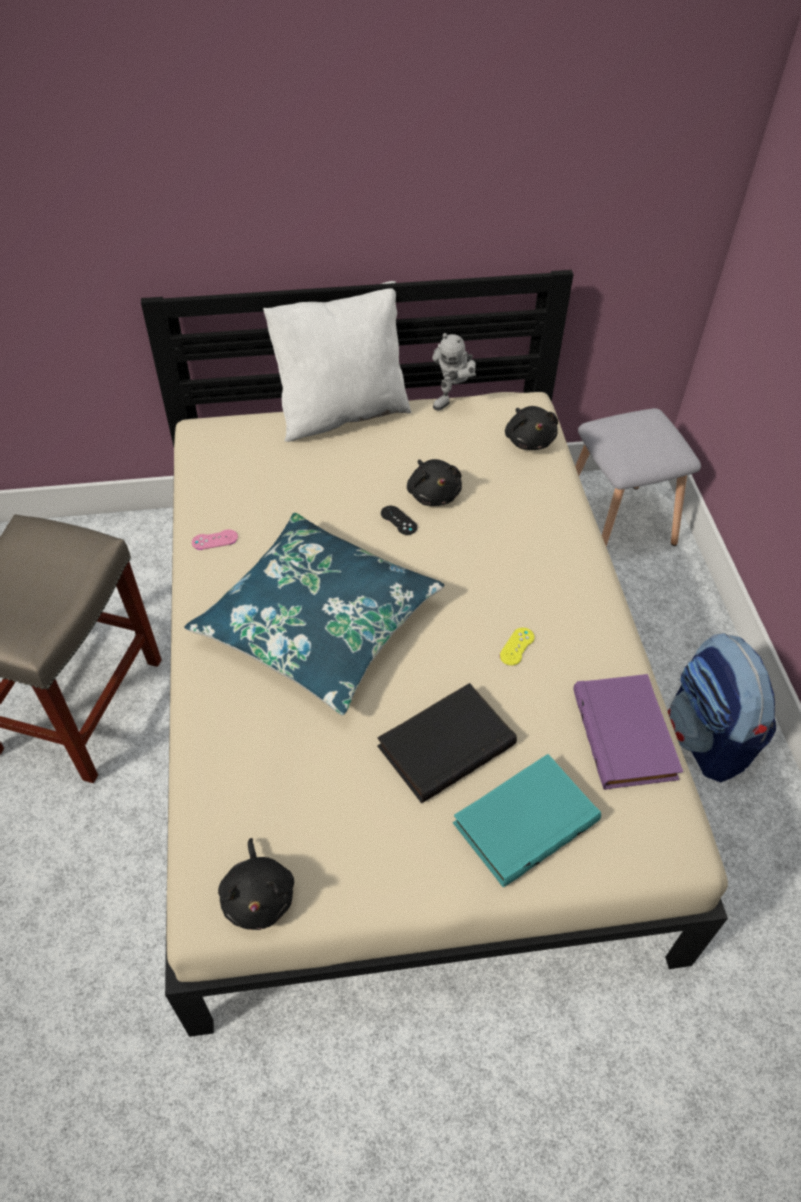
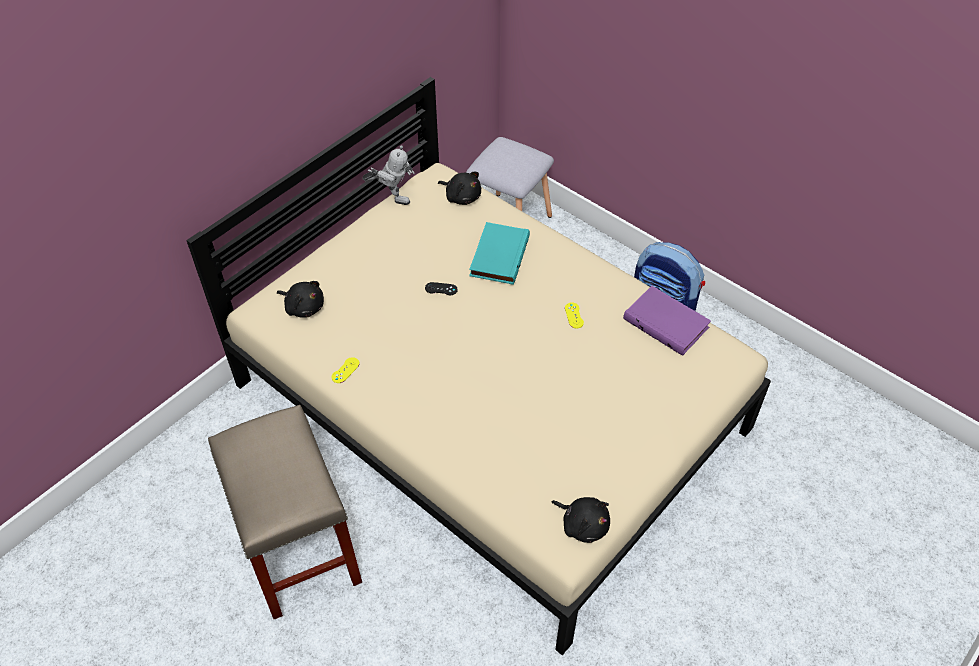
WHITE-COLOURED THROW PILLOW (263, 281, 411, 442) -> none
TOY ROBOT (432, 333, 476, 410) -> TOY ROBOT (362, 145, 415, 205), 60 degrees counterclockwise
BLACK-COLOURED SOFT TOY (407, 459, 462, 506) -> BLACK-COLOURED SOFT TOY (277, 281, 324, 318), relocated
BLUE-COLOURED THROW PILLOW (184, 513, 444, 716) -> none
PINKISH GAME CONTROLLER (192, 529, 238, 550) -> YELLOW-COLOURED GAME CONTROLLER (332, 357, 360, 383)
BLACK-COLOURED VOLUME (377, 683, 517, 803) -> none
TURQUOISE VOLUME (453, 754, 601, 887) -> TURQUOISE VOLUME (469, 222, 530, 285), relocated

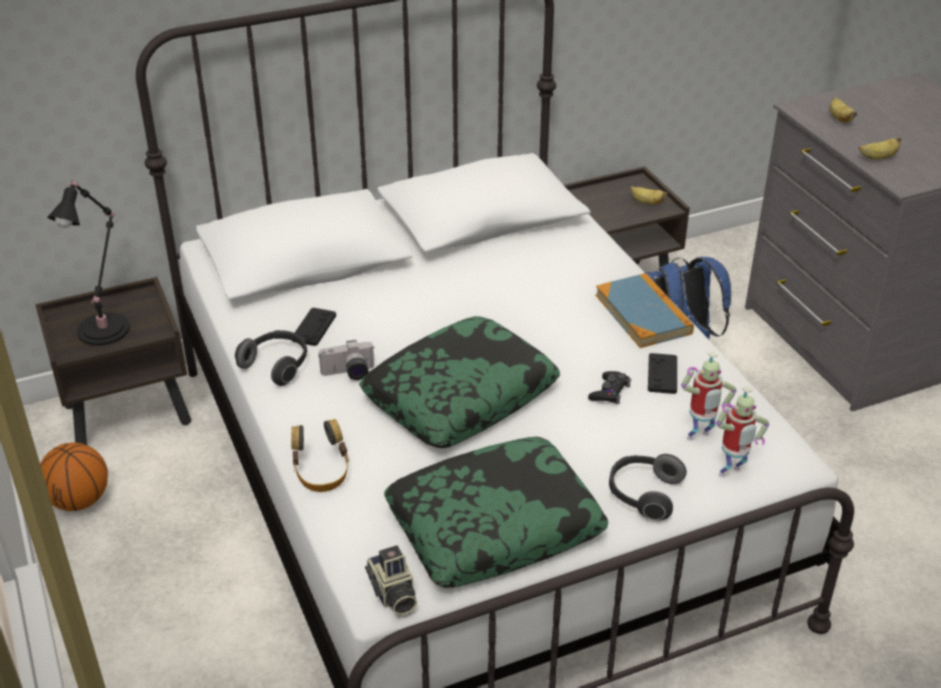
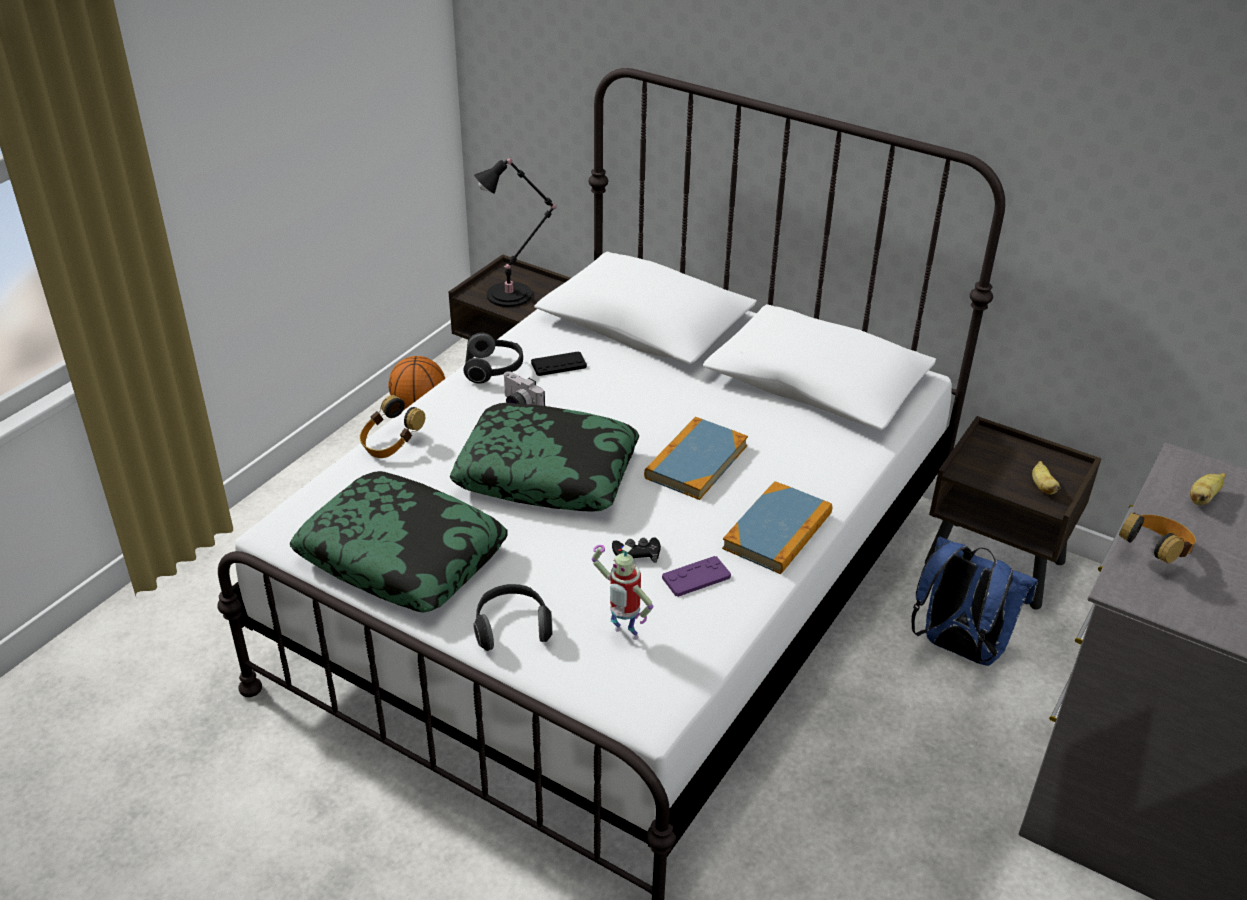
WHOLE BANANA (858, 137, 901, 160) -> HEADSET (1119, 512, 1196, 563)
BLACK-COLOURED GAME CONTROLLER (648, 353, 677, 394) -> PURPLE GAME CONTROLLER (662, 556, 731, 597)
TOY ROBOT (716, 386, 769, 477) -> none
PHOTO CAMERA (365, 545, 417, 615) -> none
none -> VOLUME (644, 417, 748, 500)

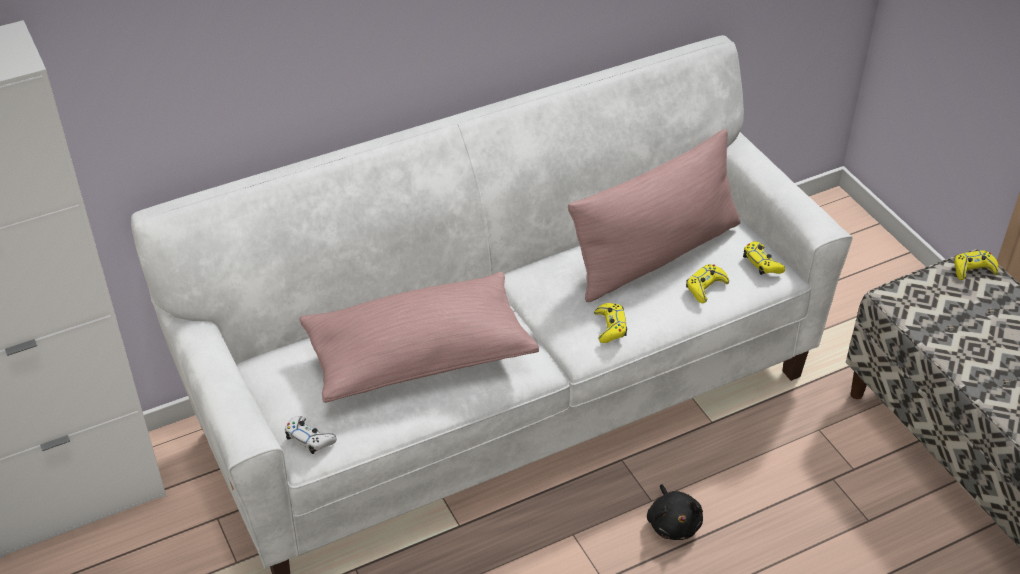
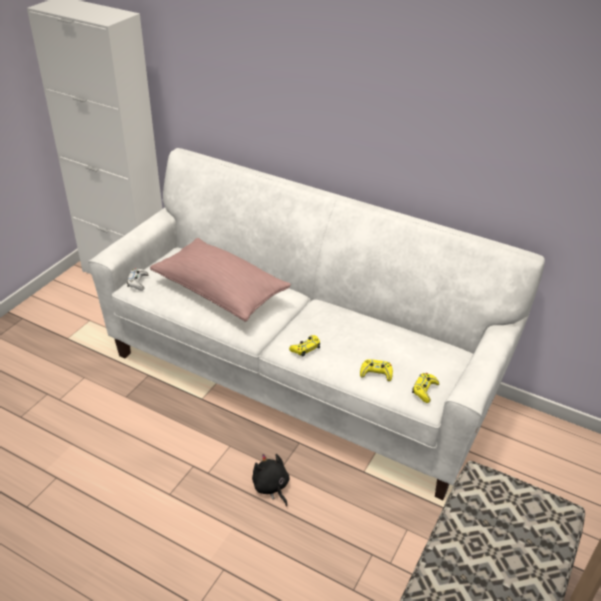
PINKISH THROW PILLOW (568, 129, 741, 302) -> none
YELLOW-COLOURED GAME CONTROLLER (954, 250, 999, 280) -> none
BLACK-COLOURED SOFT TOY (647, 484, 703, 540) -> BLACK-COLOURED SOFT TOY (252, 454, 289, 507), 105 degrees clockwise

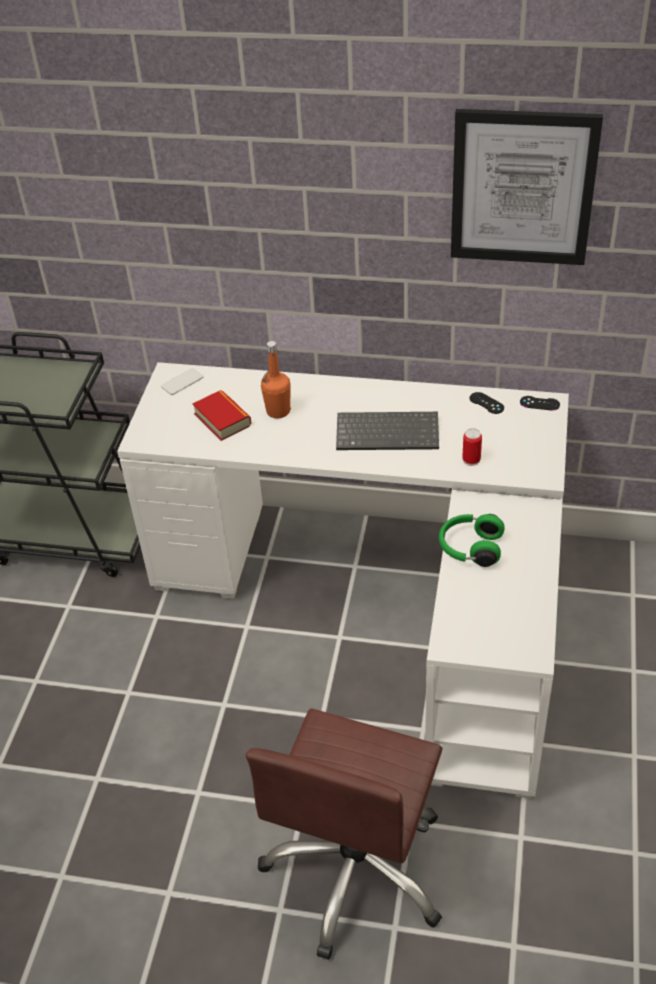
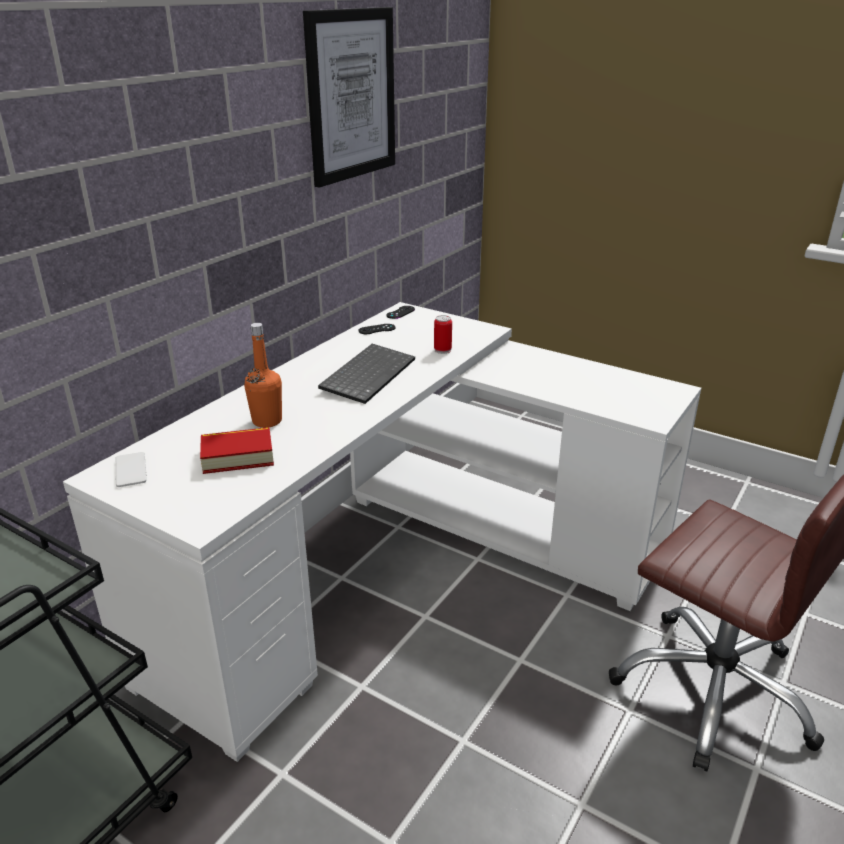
GREEN-COLOURED HEADSET (439, 514, 505, 567) -> none

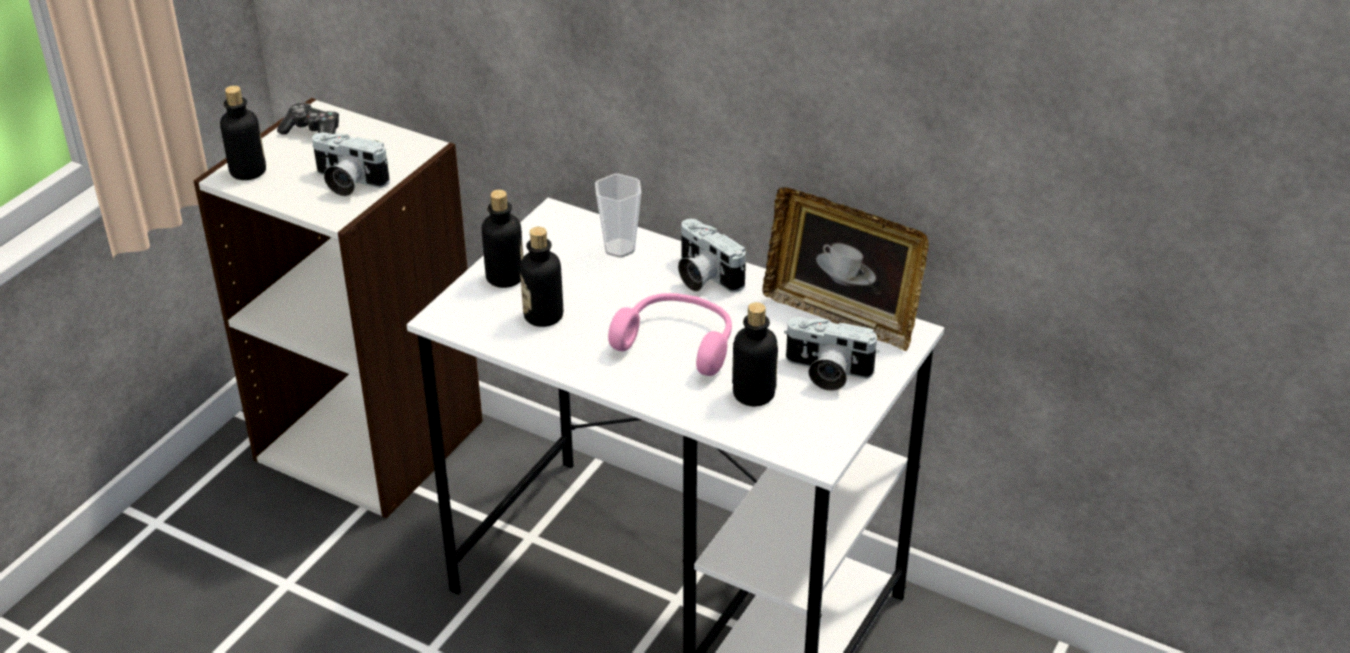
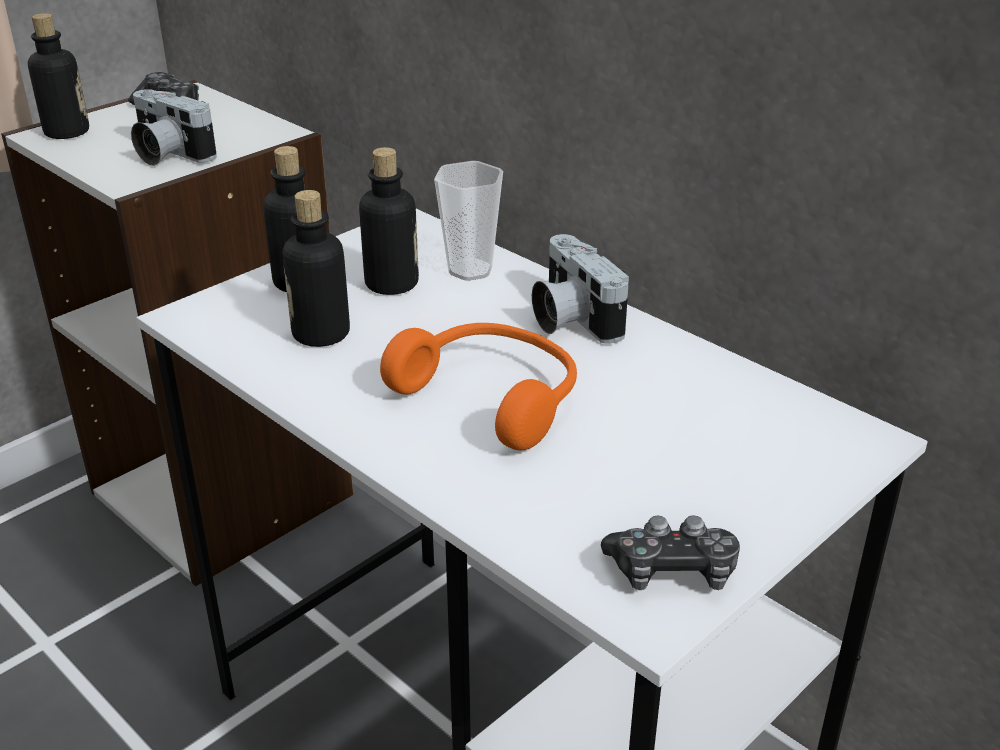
PHOTO FRAME (763, 187, 929, 351) -> none
PINKISH HEADSET (608, 293, 732, 376) -> ORANGE HEADSET (380, 323, 577, 450)
DRINK BOTTLE (732, 302, 778, 407) -> DRINK BOTTLE (359, 147, 419, 295), relocated
PHOTO CAMERA (784, 317, 879, 391) -> none
none -> GAME CONTROLLER (601, 515, 740, 590)

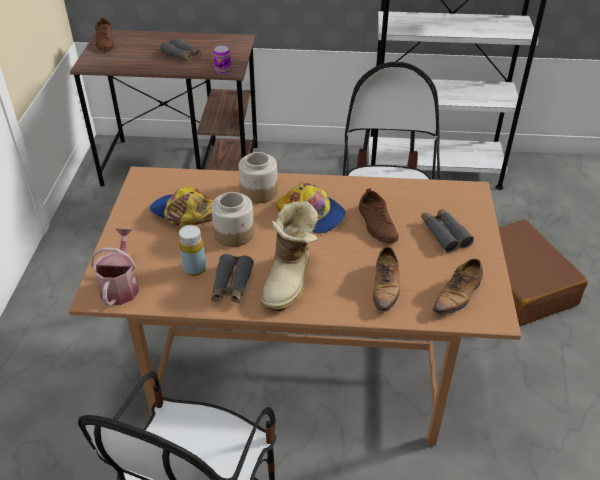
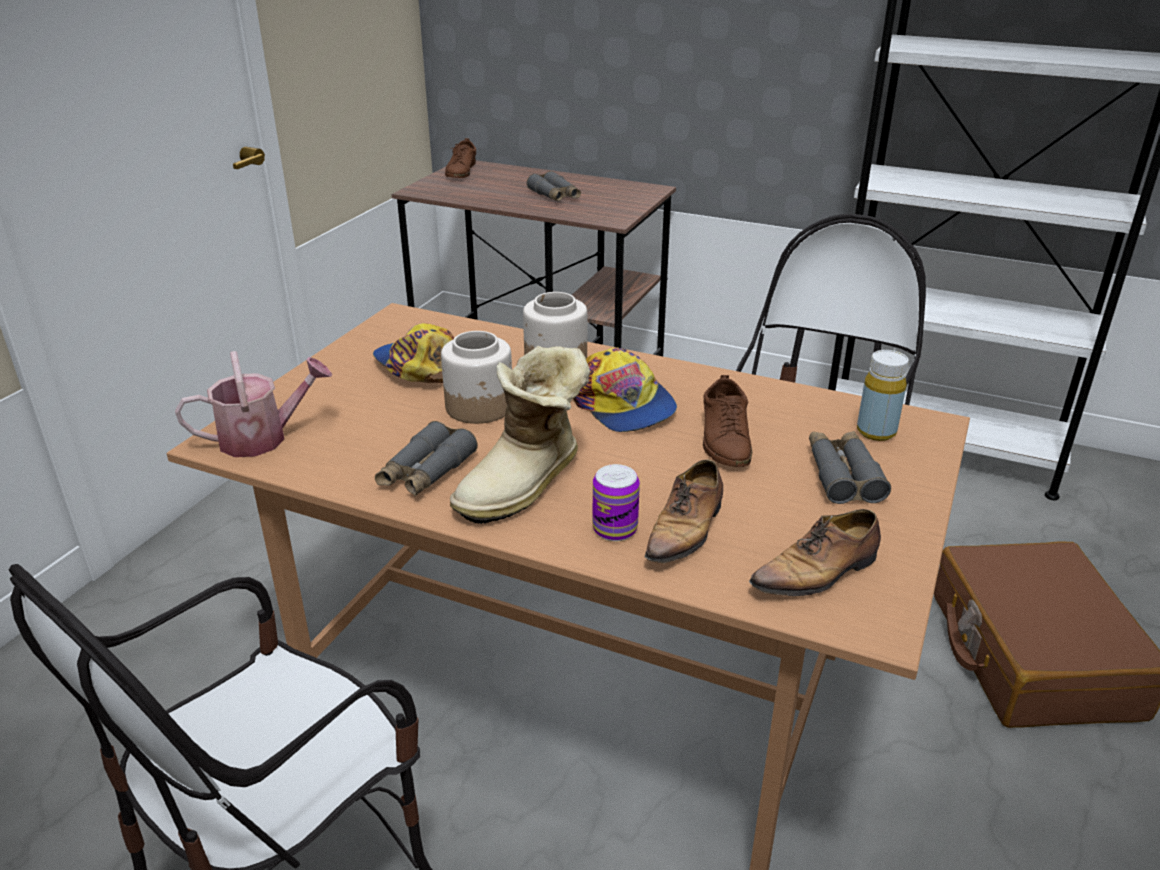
METAL CAN (213, 46, 231, 74) -> METAL CAN (592, 464, 640, 541), relocated
YELLOW-COLOURED DRINK BOTTLE (179, 225, 206, 276) -> YELLOW-COLOURED DRINK BOTTLE (857, 350, 909, 441), relocated
WATERING POT (91, 228, 139, 306) -> WATERING POT (175, 351, 332, 457), 45 degrees clockwise

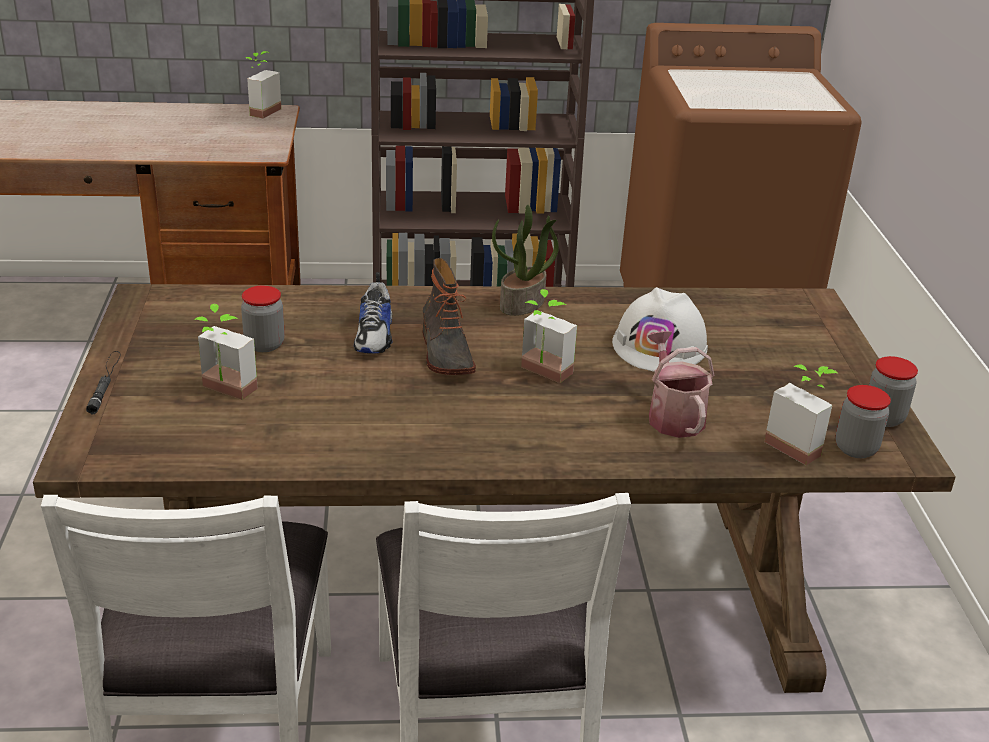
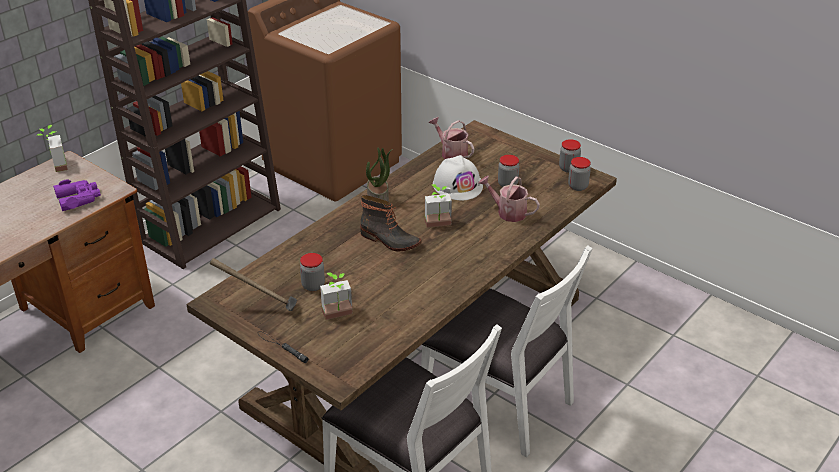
ITEM OF FOOTWEAR (354, 272, 392, 354) -> none
HOUSEPLANT (764, 364, 839, 465) -> none
none -> WATERING POT (429, 117, 474, 159)
none -> STORAGE JAR (498, 155, 519, 187)
none -> PURPLE BINOCULARS (53, 179, 101, 211)
none -> TOOL HAMMER (210, 258, 297, 311)

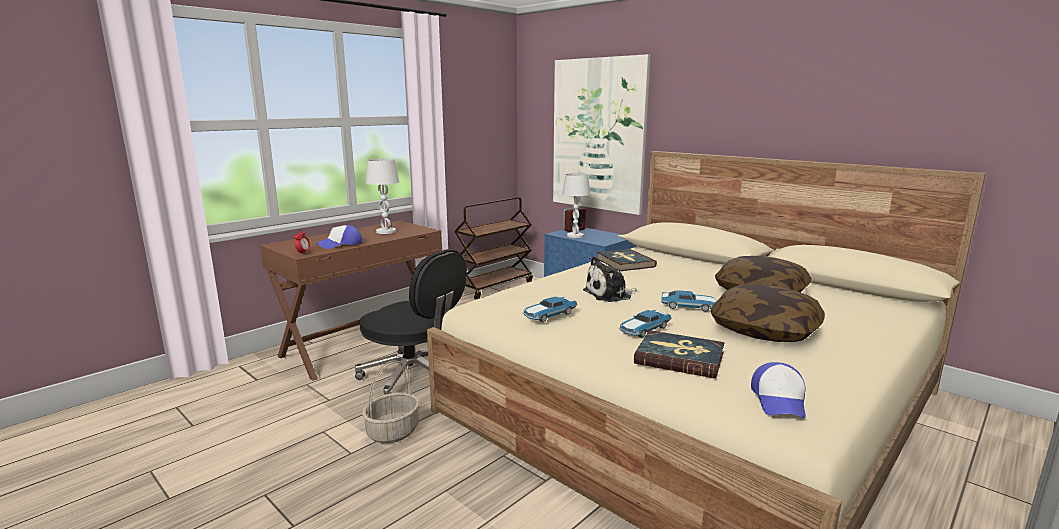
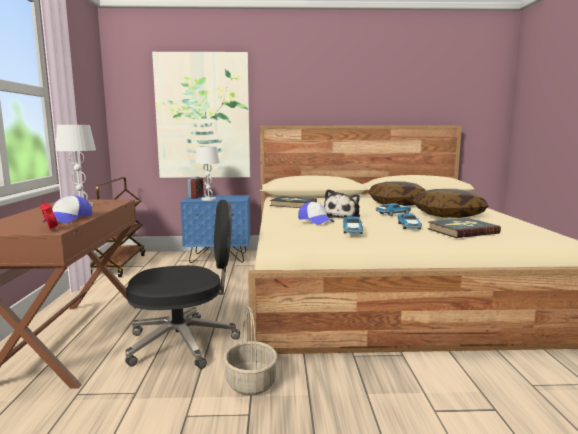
CAP (751, 362, 806, 419) -> CAP (298, 202, 334, 224), relocated

